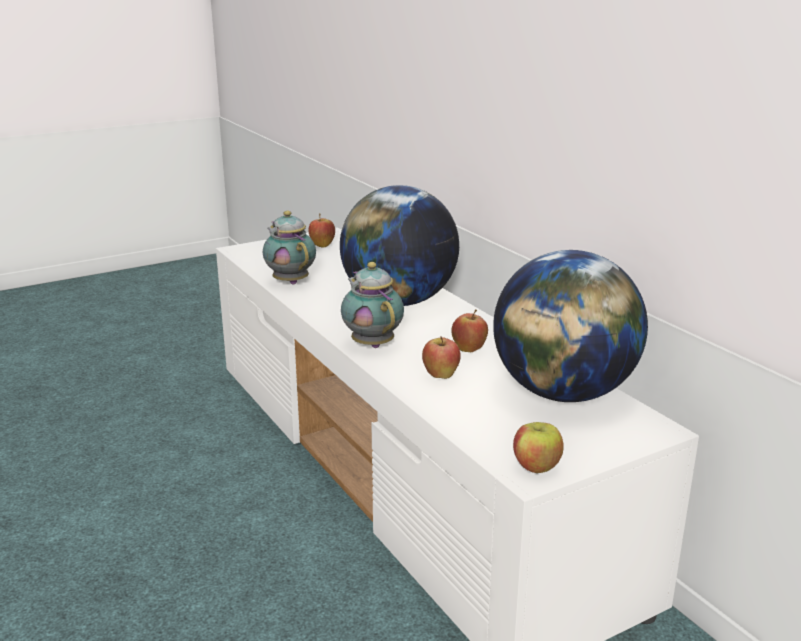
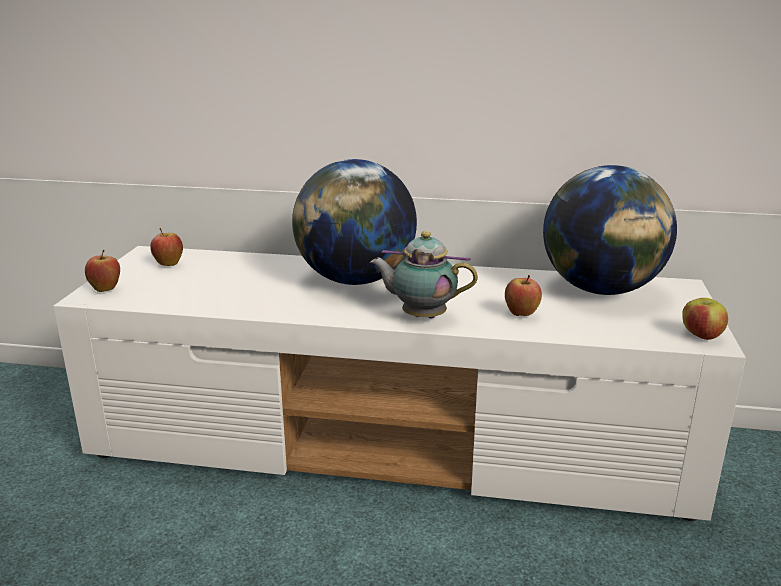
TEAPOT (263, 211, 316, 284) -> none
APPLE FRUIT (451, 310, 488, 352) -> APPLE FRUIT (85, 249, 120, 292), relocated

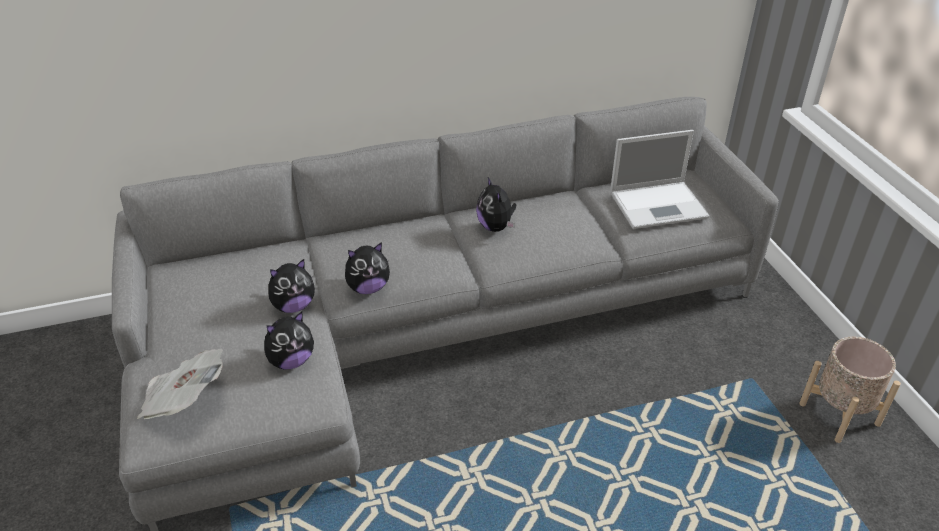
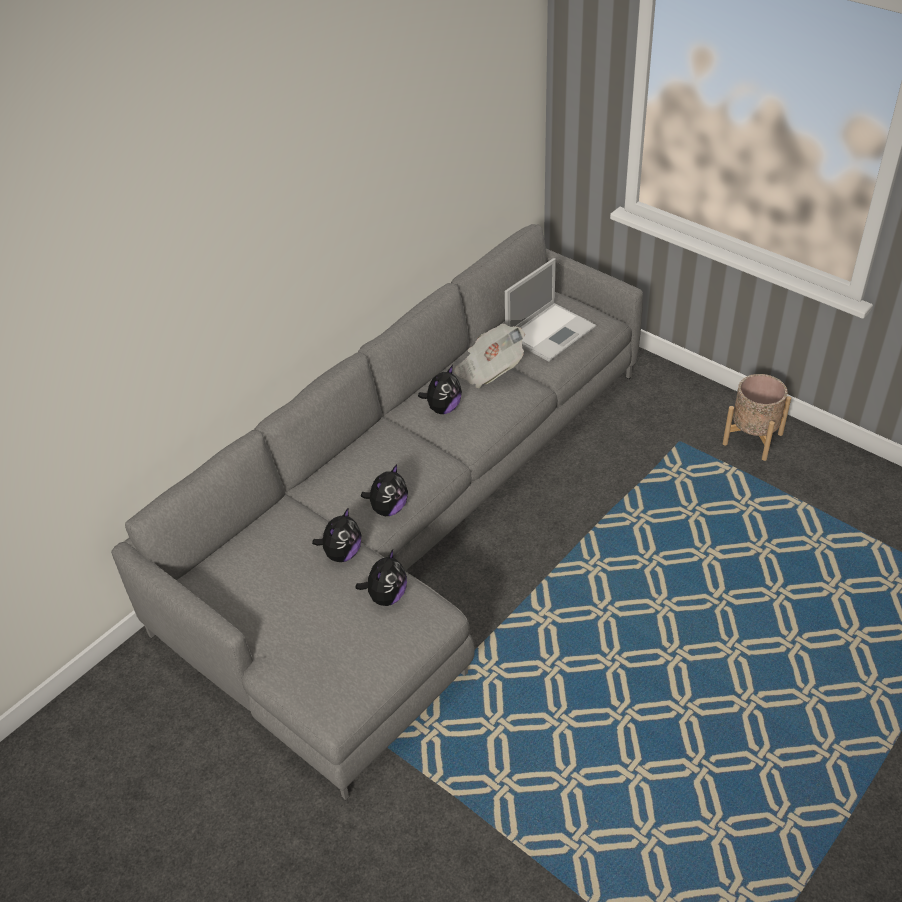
SOFT TOY (476, 177, 516, 232) -> SOFT TOY (418, 365, 462, 414), 90 degrees counterclockwise
NEWSPAPER (137, 349, 223, 419) -> NEWSPAPER (454, 324, 525, 388), relocated

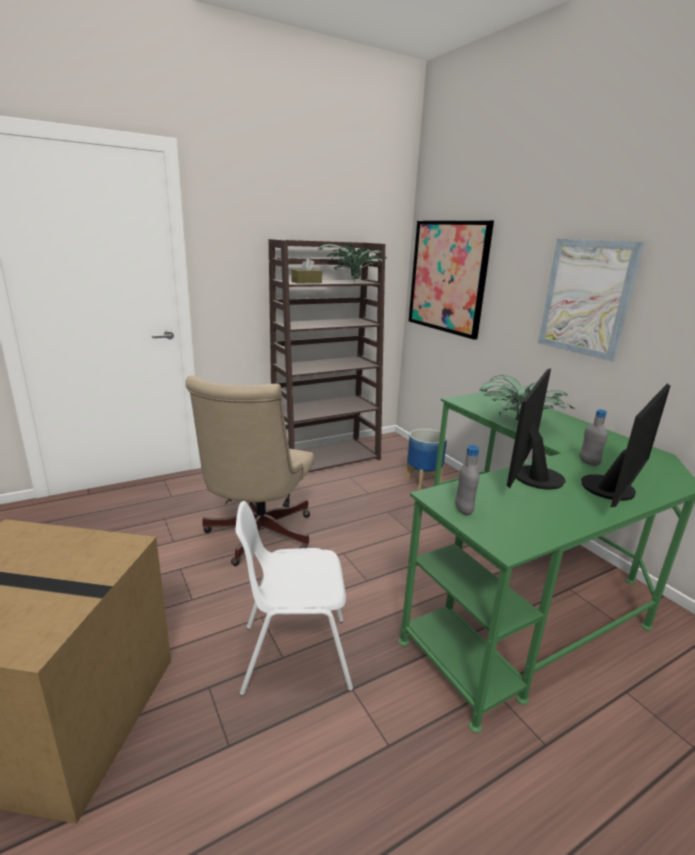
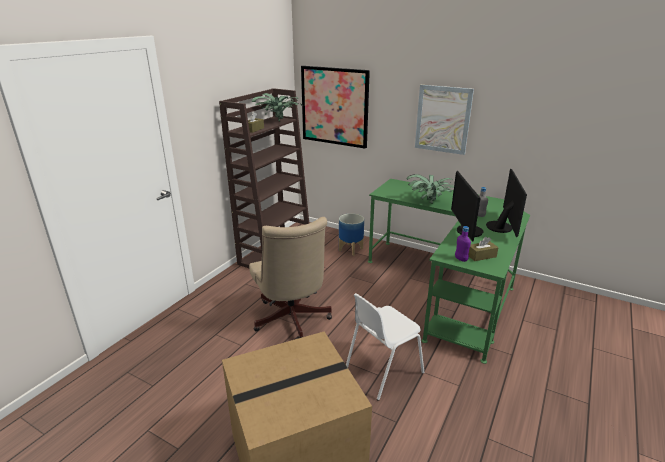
GREY DRINK BOTTLE (455, 445, 479, 516) -> PURPLE DRINK BOTTLE (455, 226, 471, 262)
none -> BROWN-COLOURED TISSUE BOX (469, 237, 499, 261)

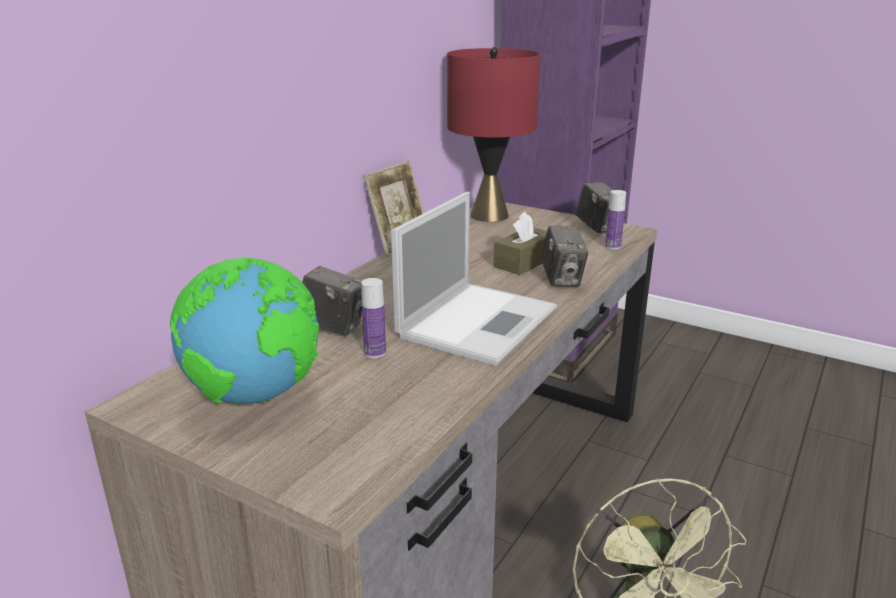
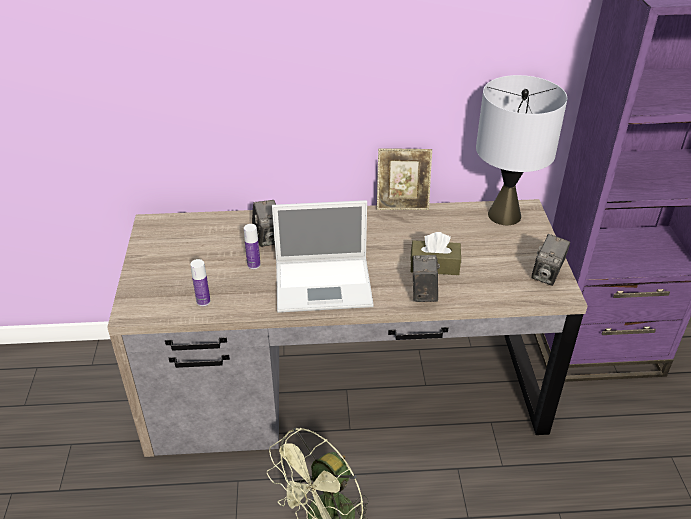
REDDISH LAMP FOR A TABLE (447, 47, 541, 222) -> GREY LAMP FOR A TABLE (476, 75, 568, 225)
DRINK BOTTLE (605, 190, 626, 249) -> DRINK BOTTLE (190, 259, 211, 306), relocated
PHOTO CAMERA (541, 225, 588, 287) -> PHOTO CAMERA (413, 255, 440, 302), 135 degrees clockwise
DESK GLOBE (170, 258, 319, 405) -> none

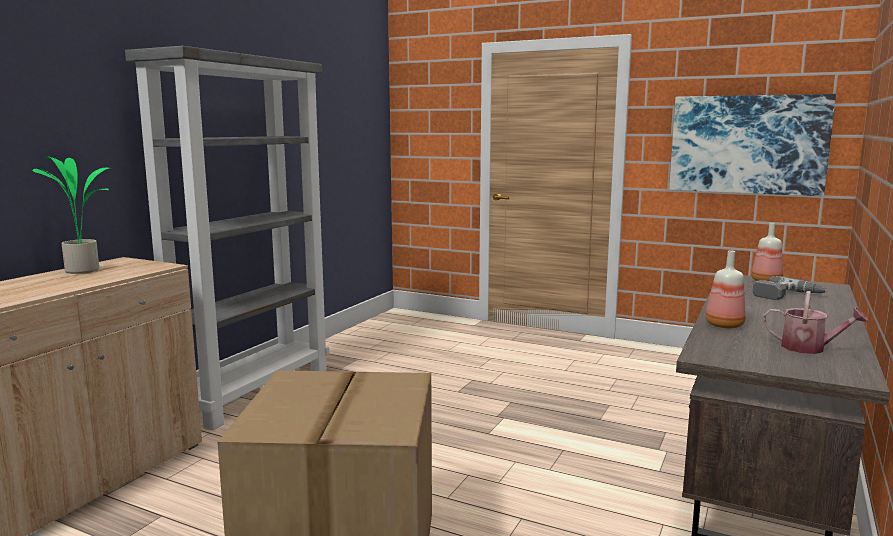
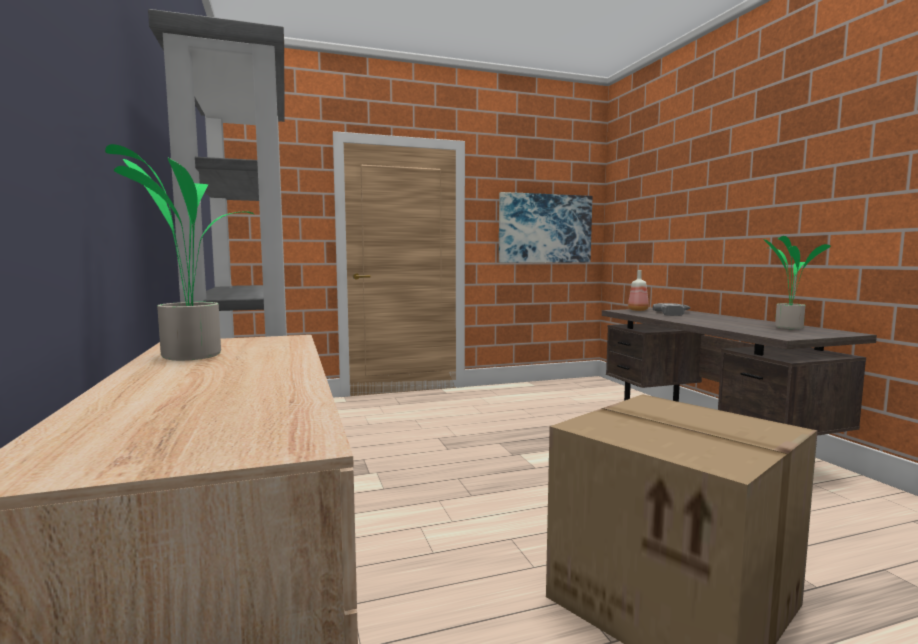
DRINK BOTTLE (705, 251, 746, 328) -> none
WATERING POT (763, 291, 869, 354) -> HOUSEPLANT (763, 236, 831, 329)

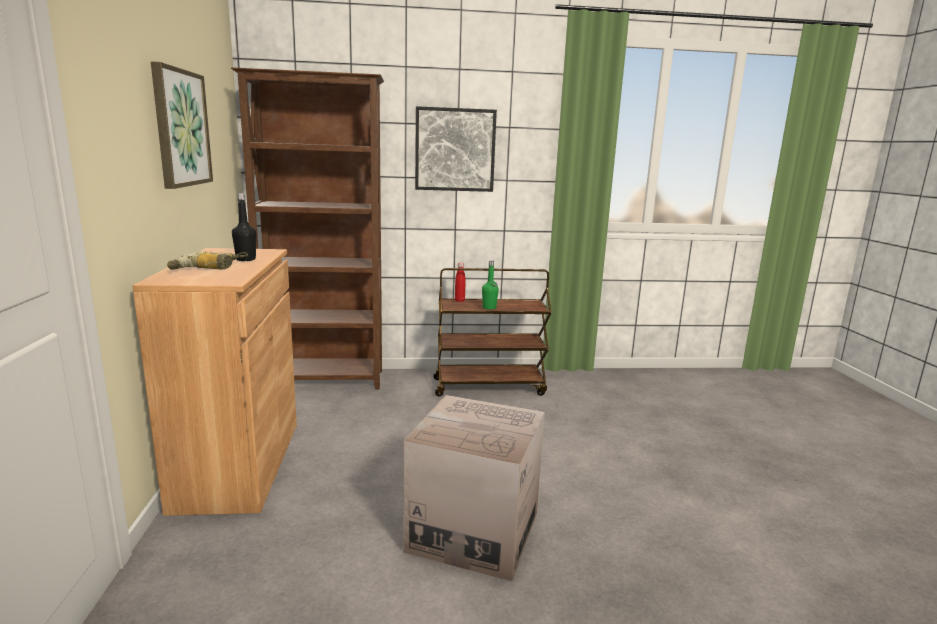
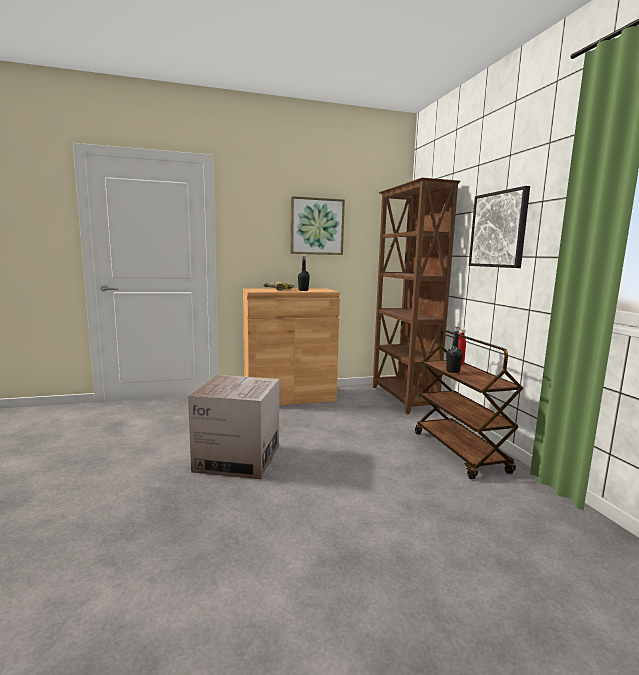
GREEN-COLOURED DRINK BOTTLE (482, 260, 499, 310) -> BLACK-COLOURED DRINK BOTTLE (446, 327, 463, 373)

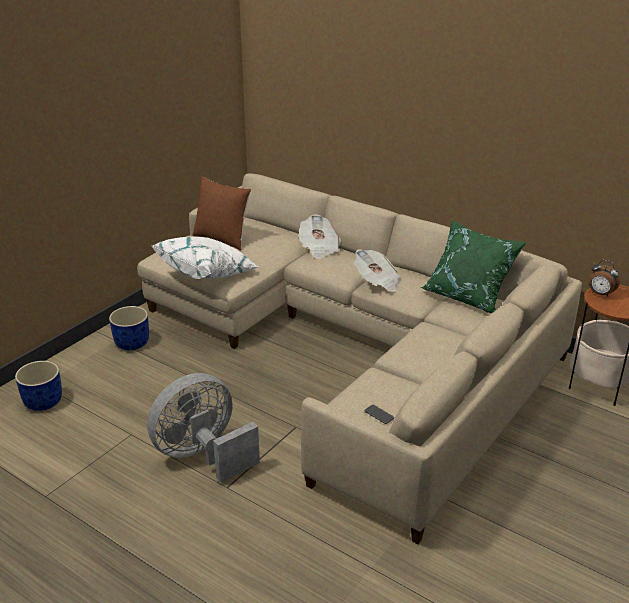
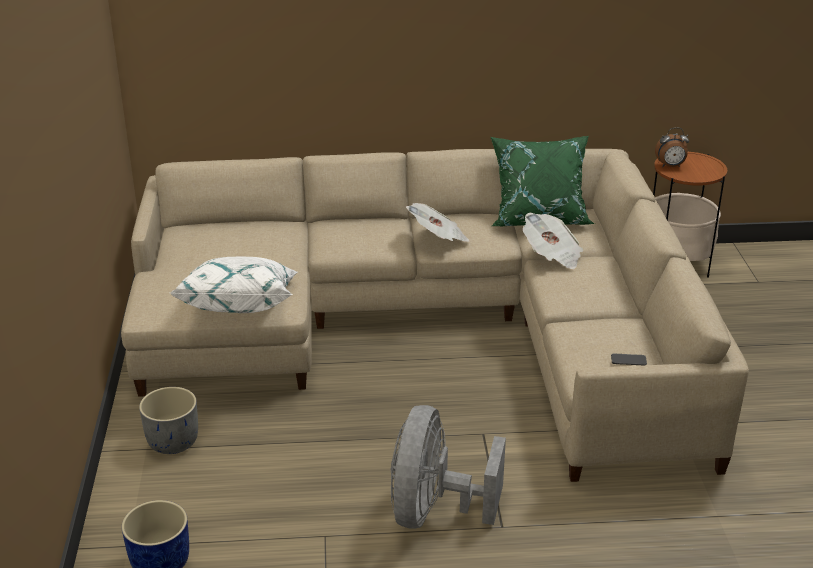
BROWN-COLOURED THROW PILLOW (192, 176, 251, 250) -> none
NEWSPAPER (298, 214, 341, 259) -> NEWSPAPER (523, 213, 583, 269), relocated
BLUE-COLOURED FLOWER POT (109, 306, 149, 350) -> GREY FLOWER POT (139, 387, 198, 454)

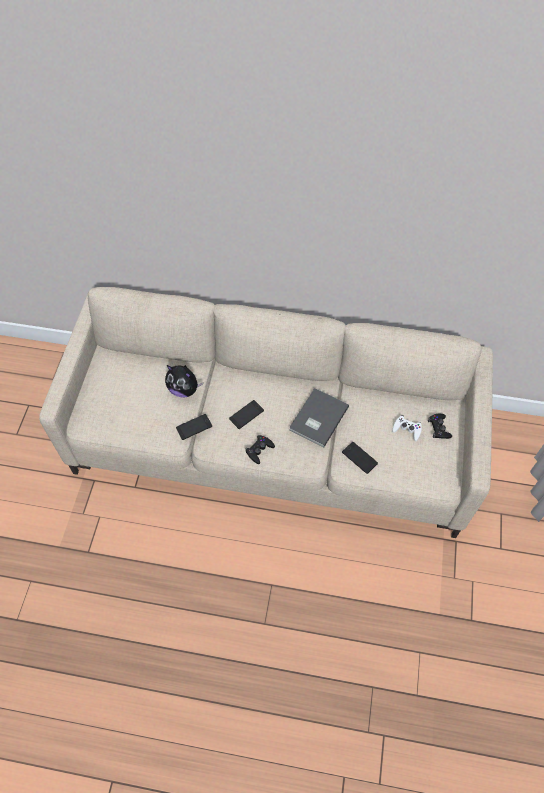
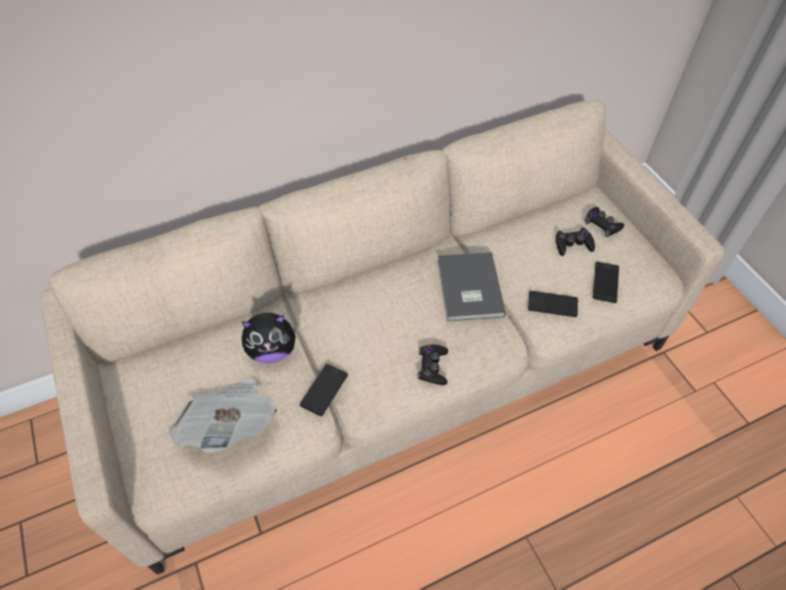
TELEPHONE (229, 400, 264, 429) -> TELEPHONE (593, 262, 619, 303), relocated
WHITE-COLOURED GAME CONTROLLER (392, 415, 422, 441) -> BLACK-COLOURED GAME CONTROLLER (556, 227, 595, 256)
none -> NEWSPAPER (169, 378, 277, 454)

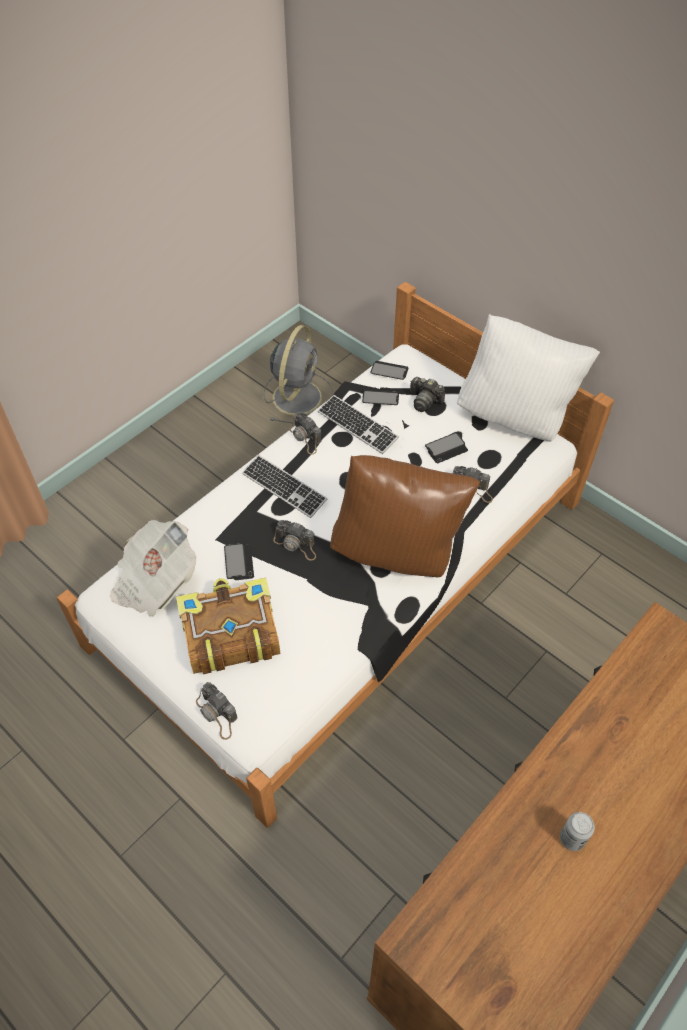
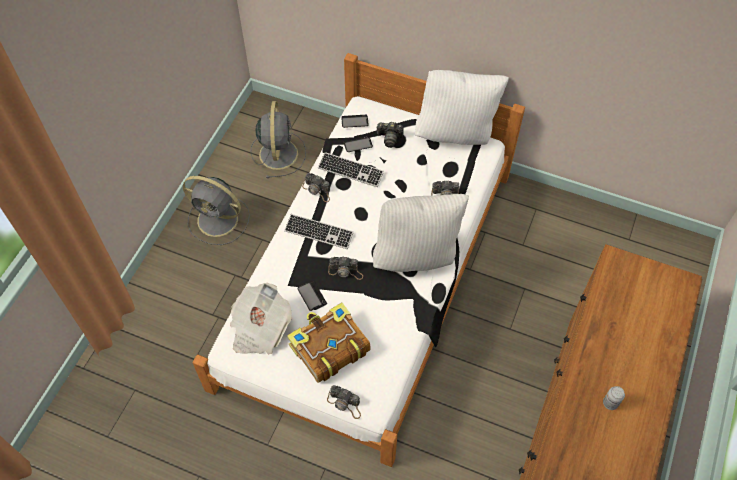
TELEPHONE (425, 433, 468, 463) -> none
BROWN-COLOURED THROW PILLOW (330, 455, 480, 577) -> WHITE-COLOURED THROW PILLOW (373, 194, 469, 272)
none -> GREY ELECTRIC FAN (183, 176, 250, 245)

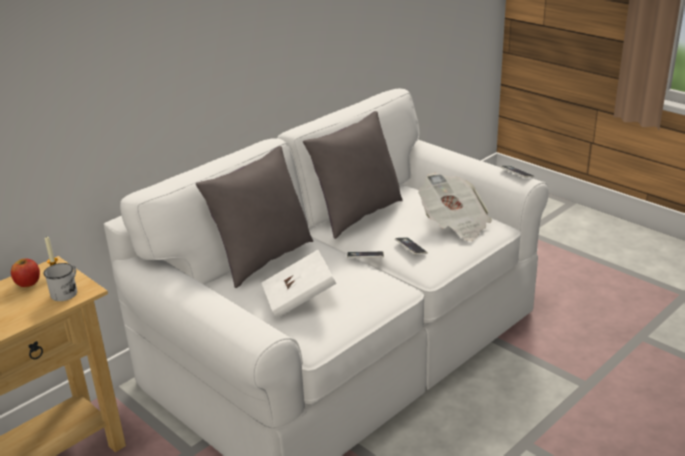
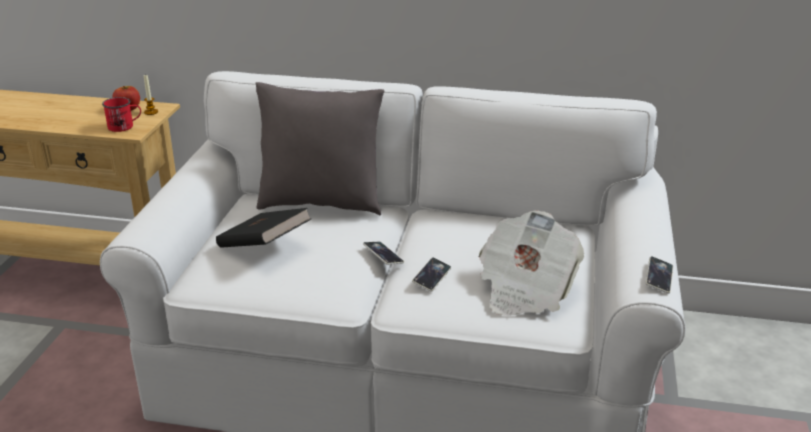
GREY THROW PILLOW (303, 111, 403, 239) -> none
WHITE-COLOURED VOLUME (262, 250, 337, 318) -> BLACK-COLOURED VOLUME (216, 208, 311, 248)
WHITE-COLOURED COFFEE MUG (44, 263, 77, 301) -> REDDISH COFFEE MUG (102, 97, 141, 132)

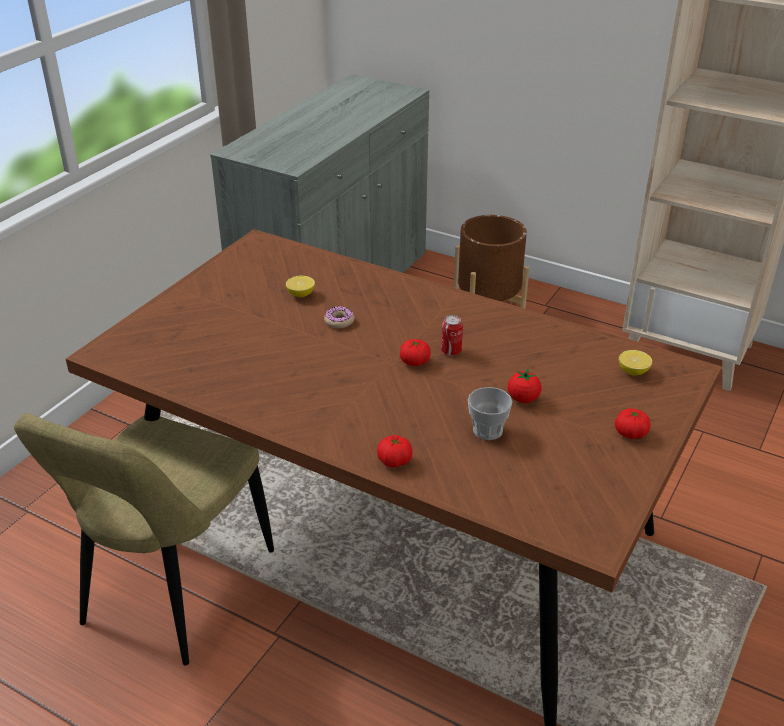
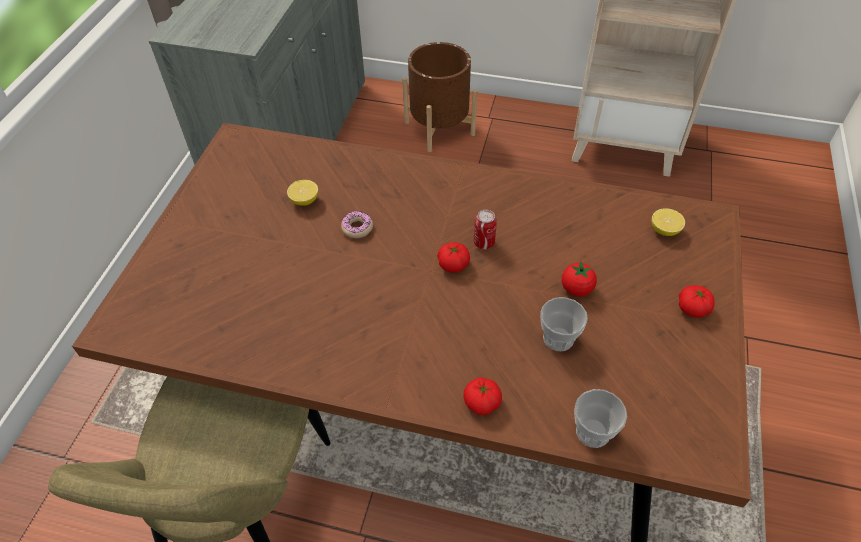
none -> CUP (575, 389, 627, 448)

